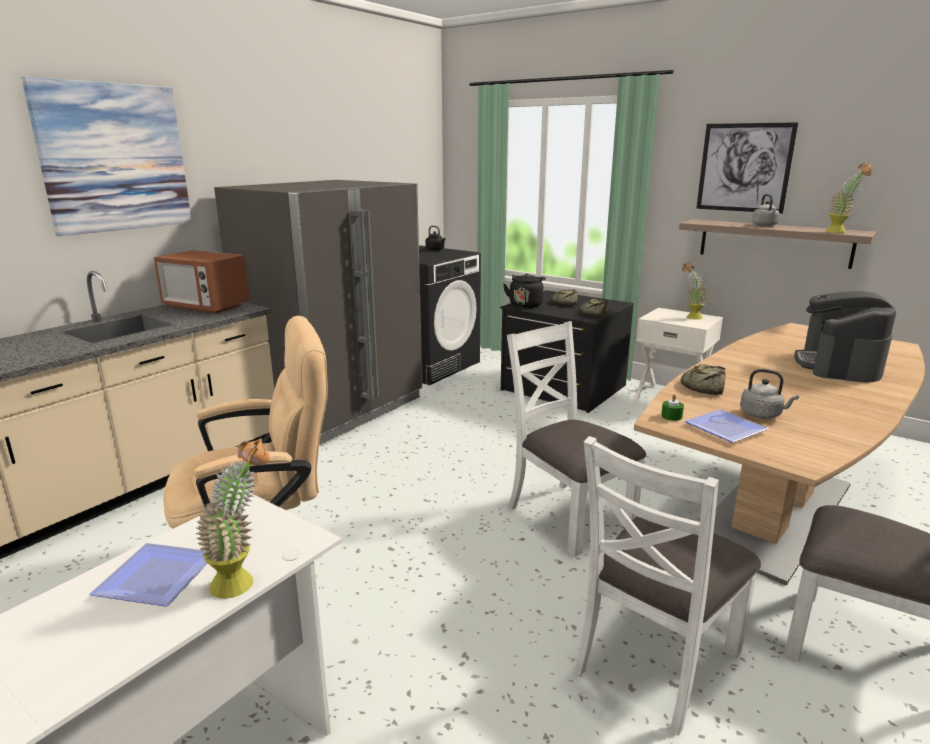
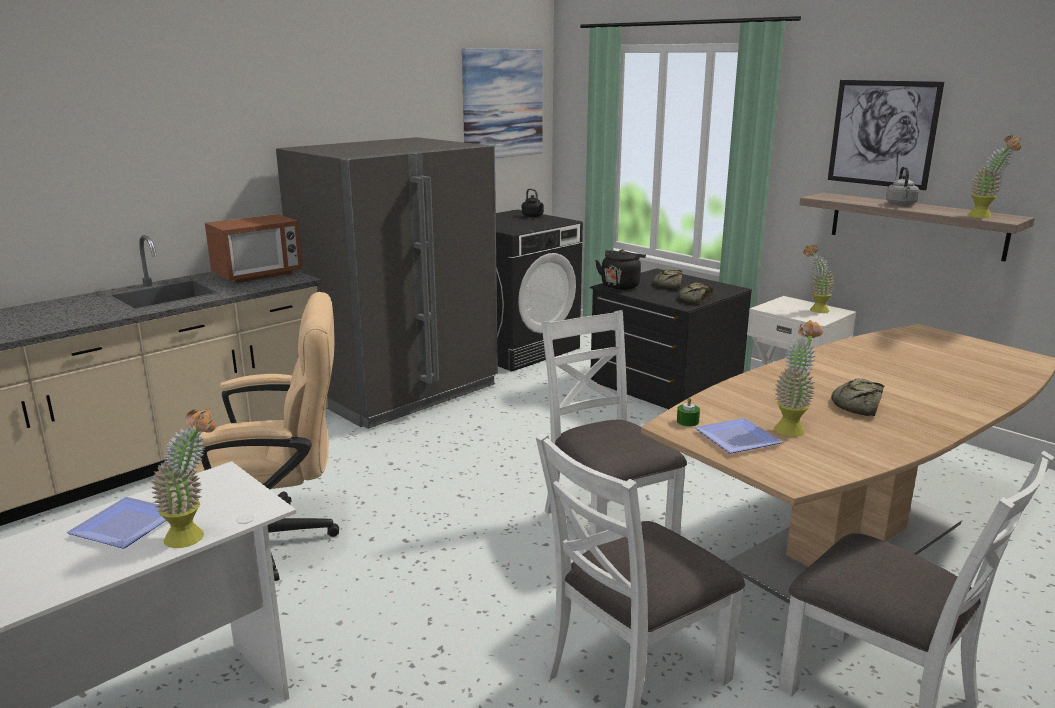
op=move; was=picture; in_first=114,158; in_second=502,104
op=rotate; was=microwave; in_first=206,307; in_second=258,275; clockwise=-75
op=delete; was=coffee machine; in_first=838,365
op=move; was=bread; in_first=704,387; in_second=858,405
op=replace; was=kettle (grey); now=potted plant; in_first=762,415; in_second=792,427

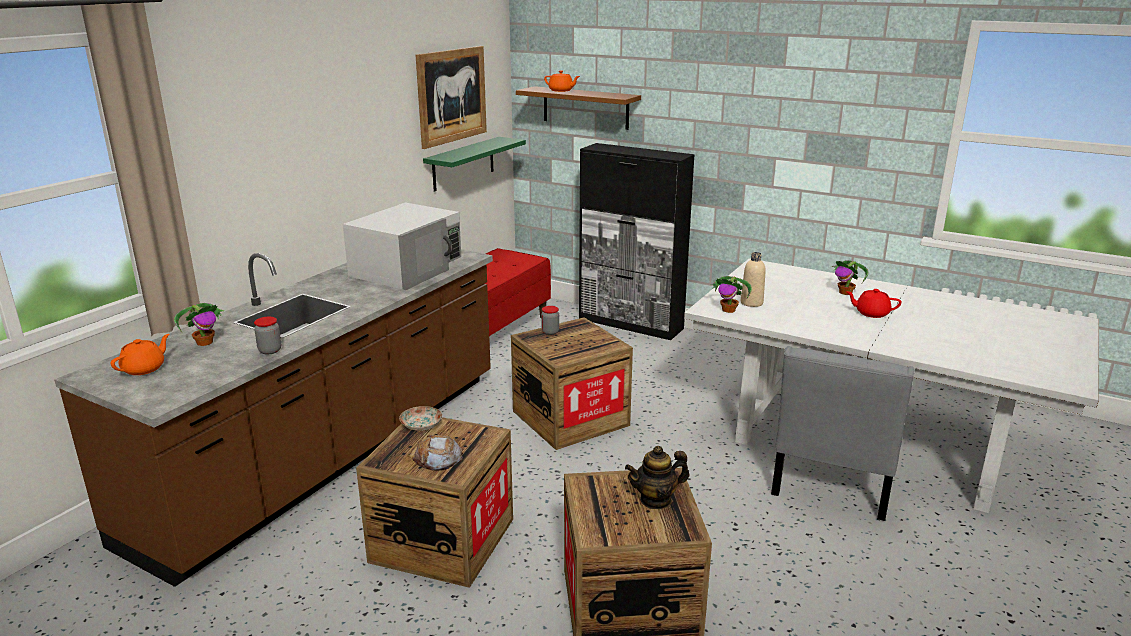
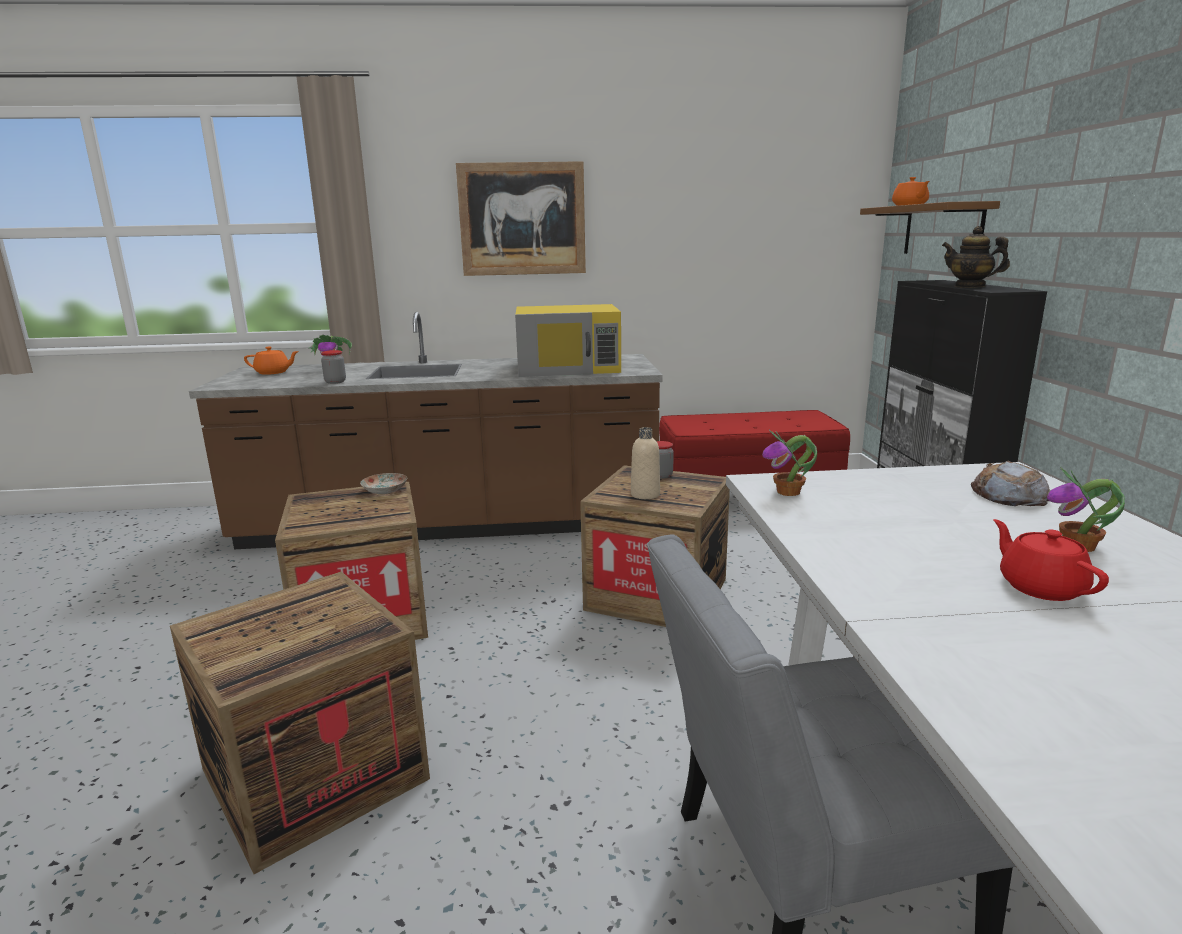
op=move; was=picture; in_first=452,95; in_second=522,219
op=delete; was=shelf (green); in_first=463,163
op=recolor; was=microwave (white); now=microwave (yellow); in_first=407,269; in_second=569,367
op=move; was=bottle (beige); in_first=751,303; in_second=645,494
op=move; was=bread; in_first=438,458; in_second=1008,495
op=move; was=teapot; in_first=656,500; in_second=970,286

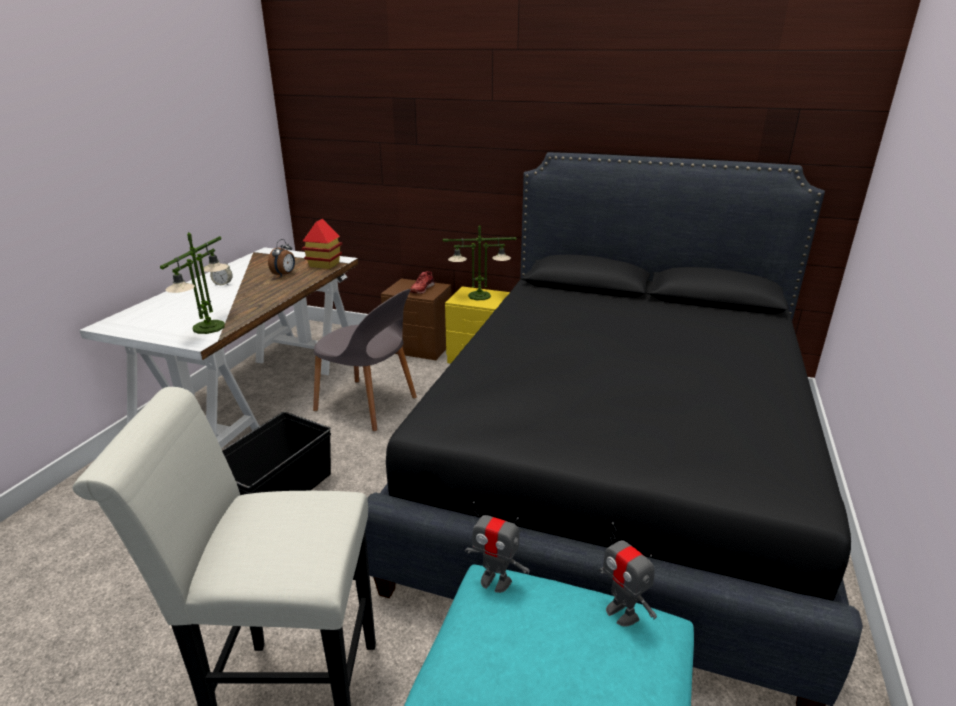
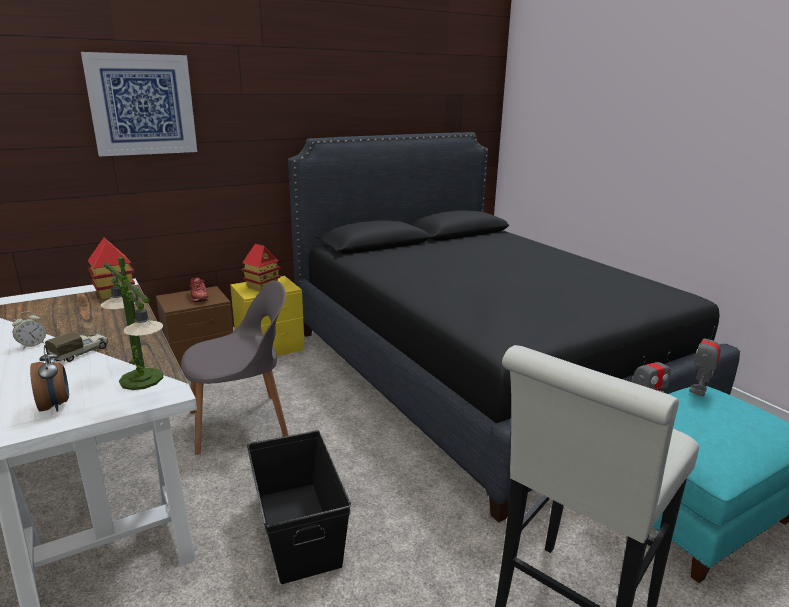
op=replace; was=table lamp; now=toy house; in_first=479,296; in_second=262,286
op=move; was=alarm clock; in_first=284,275; in_second=56,405
op=rotate; was=toy robot; in_first=622,613; in_second=699,390; clockwise=120
op=insert; now=picture; in_second=142,105
op=insert; now=toy truck; in_second=81,353

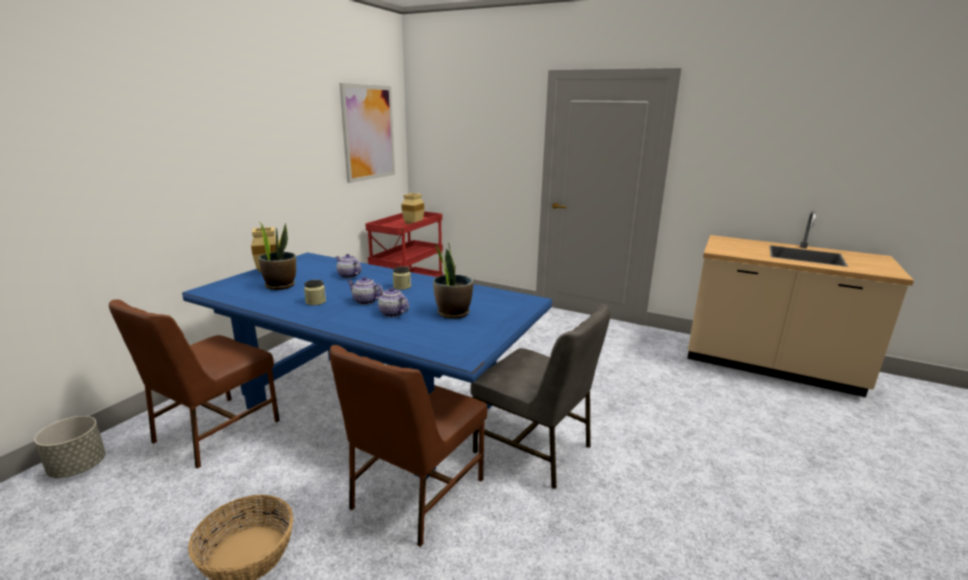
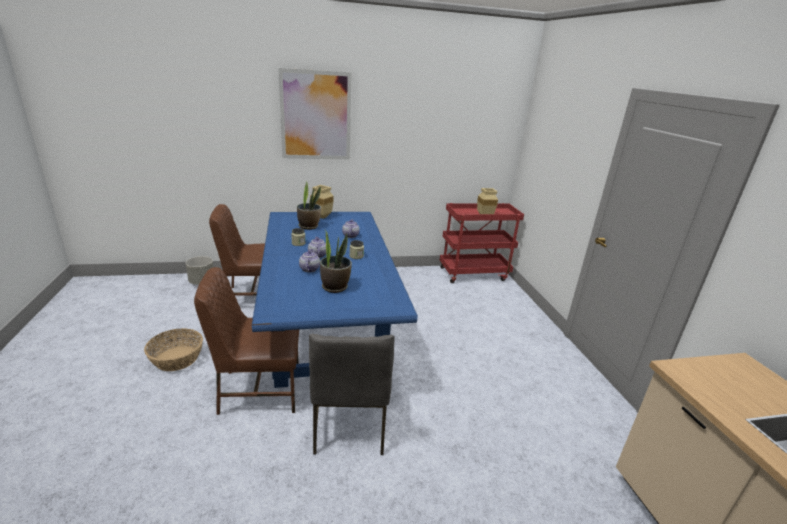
op=move; was=picture; in_first=368,133; in_second=316,116

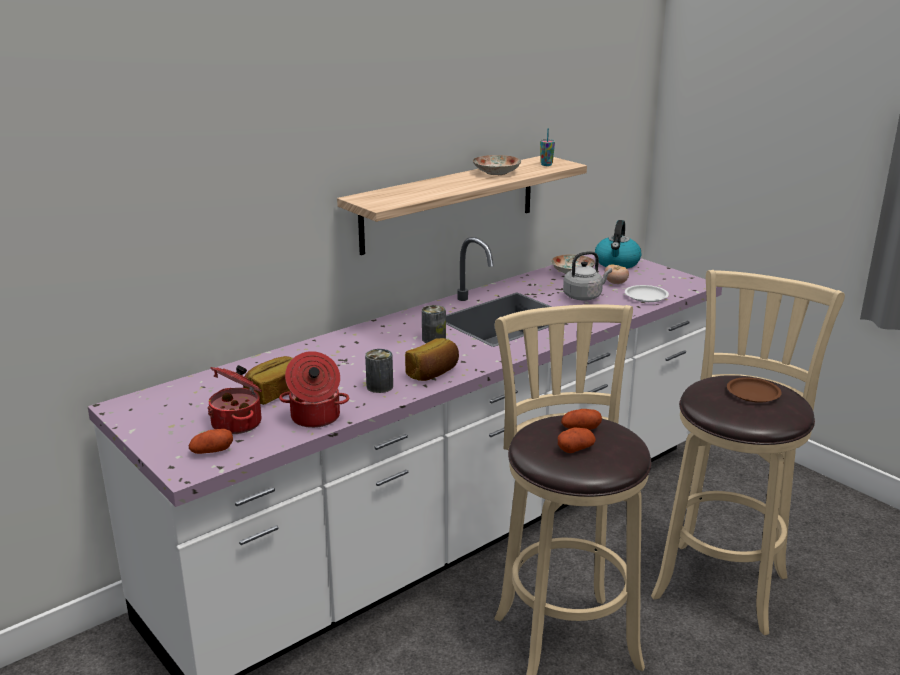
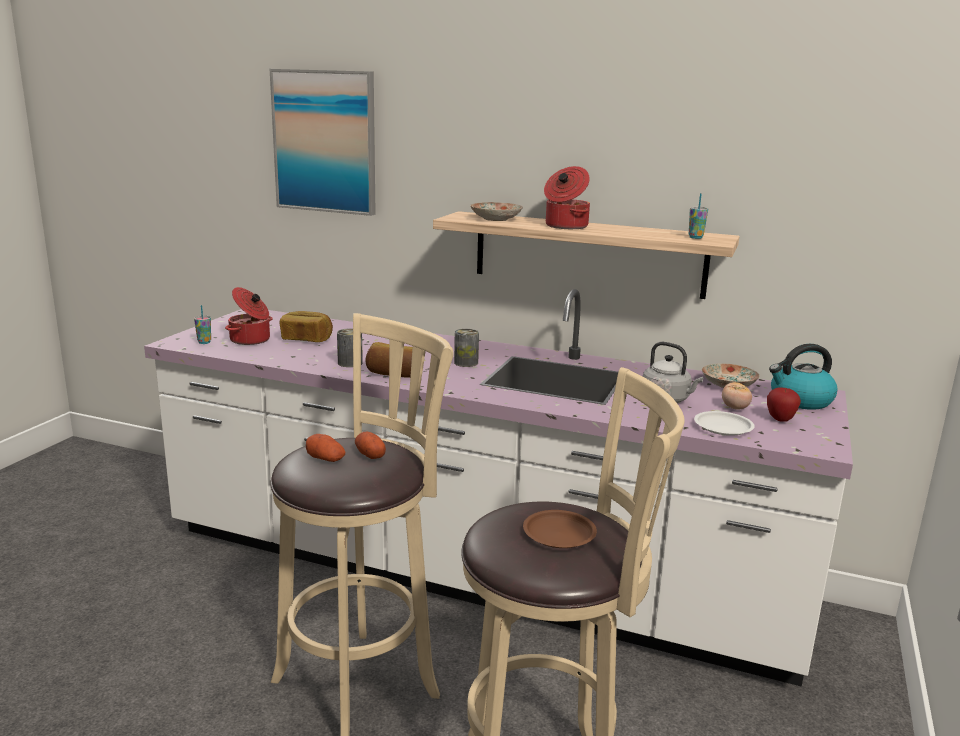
op=move; was=plate; in_first=496,172; in_second=496,219
op=move; was=cooking pot; in_first=315,418; in_second=565,226
op=replace; was=potato; now=cup; in_first=212,451; in_second=204,342
op=insert; now=picture; in_second=325,142
op=insert; now=apple; in_second=780,420

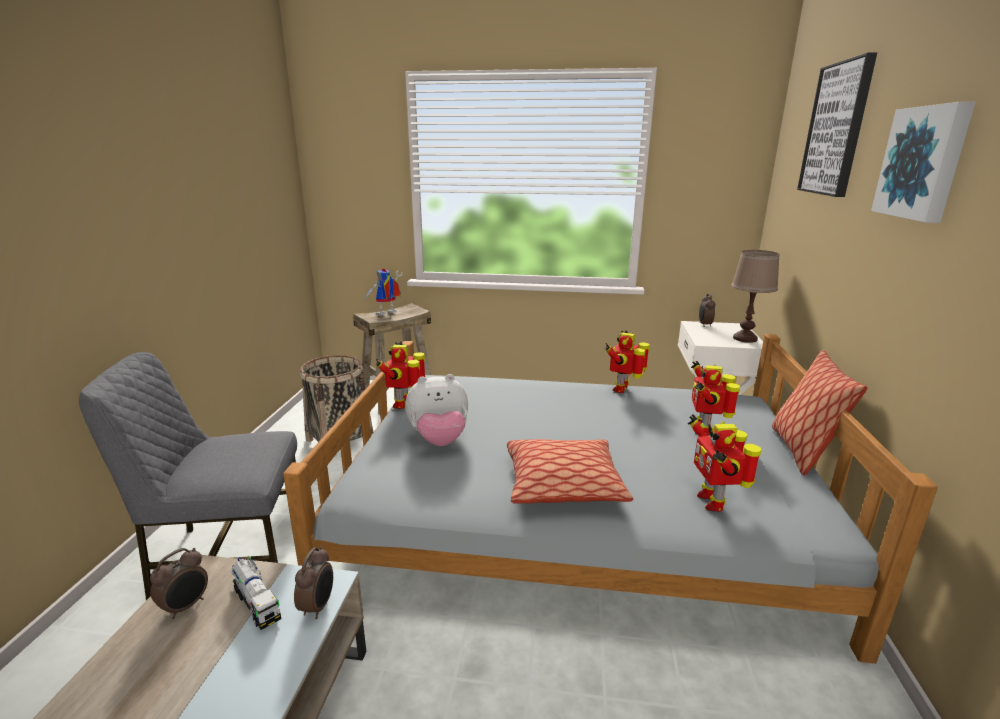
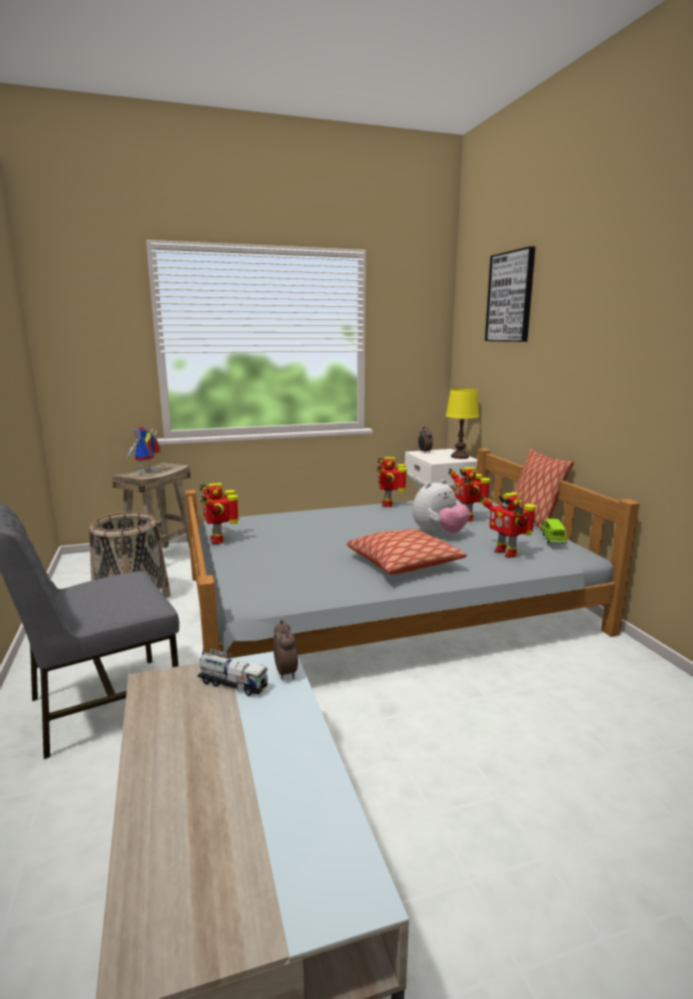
op=delete; was=picture; in_first=923,163
op=recolor; was=table lamp (brown); now=table lamp (yellow); in_first=745,339; in_second=460,457
op=move; was=plush toy; in_first=439,440; in_second=439,534
op=delete; was=alarm clock; in_first=186,606
op=insert; now=toy car (green); in_second=553,539

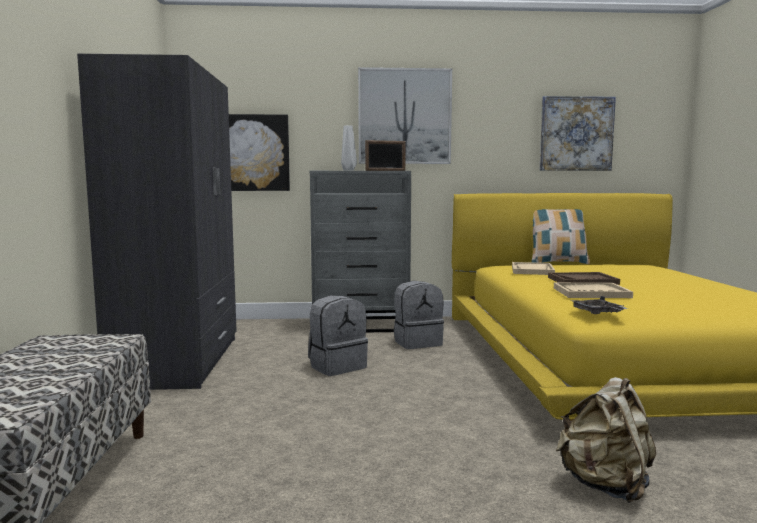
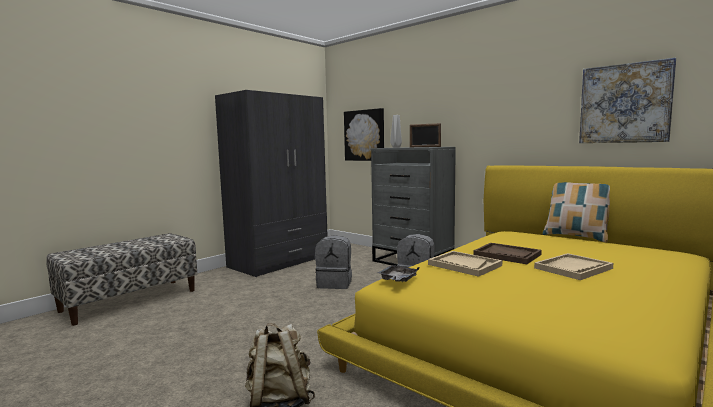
op=delete; was=picture; in_first=404,116
op=move; was=tray (beige); in_first=532,270; in_second=573,268

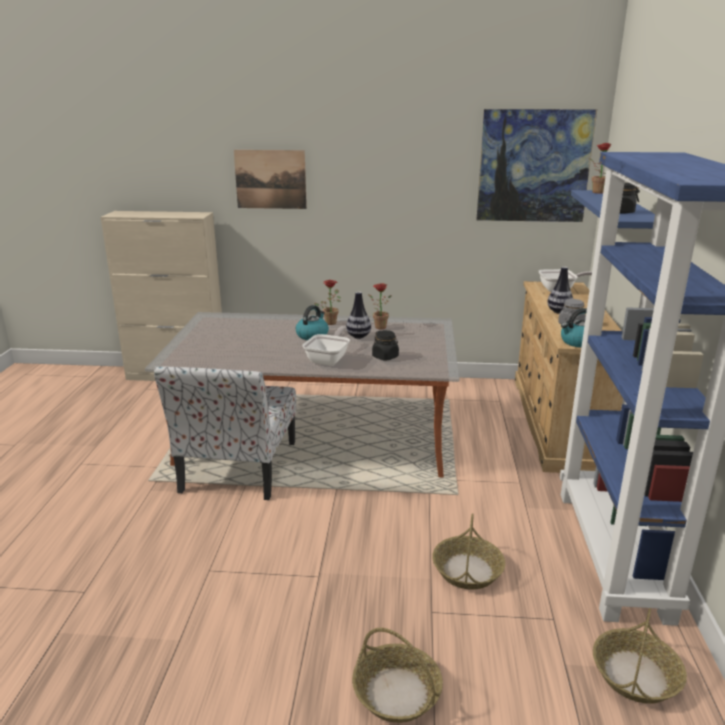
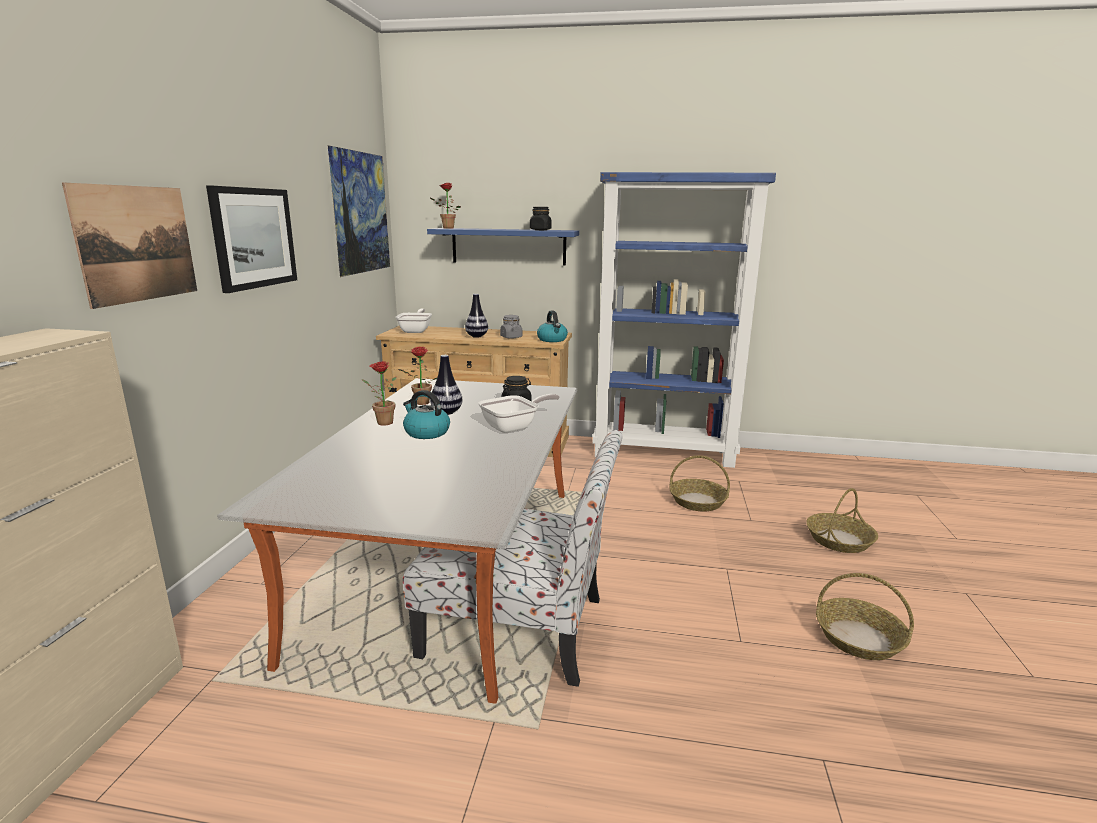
op=rotate; was=frying pan; in_first=329,359; in_second=514,427; clockwise=120
op=move; was=basket; in_first=635,675; in_second=859,638
op=insert; now=picture; in_second=254,238

